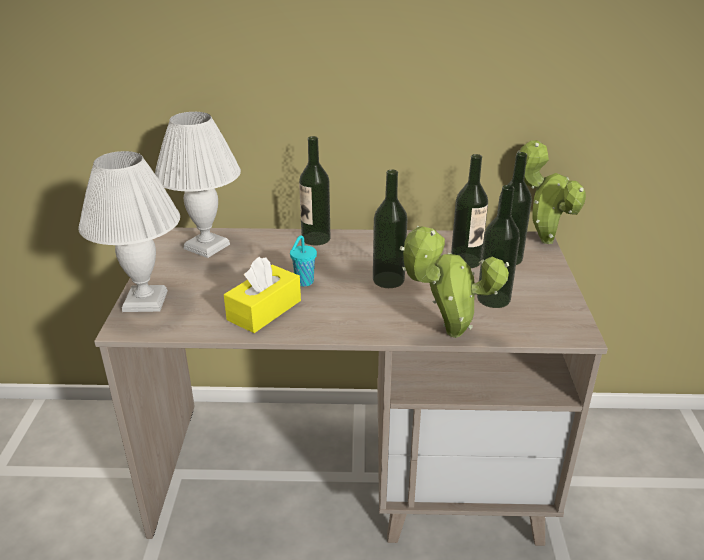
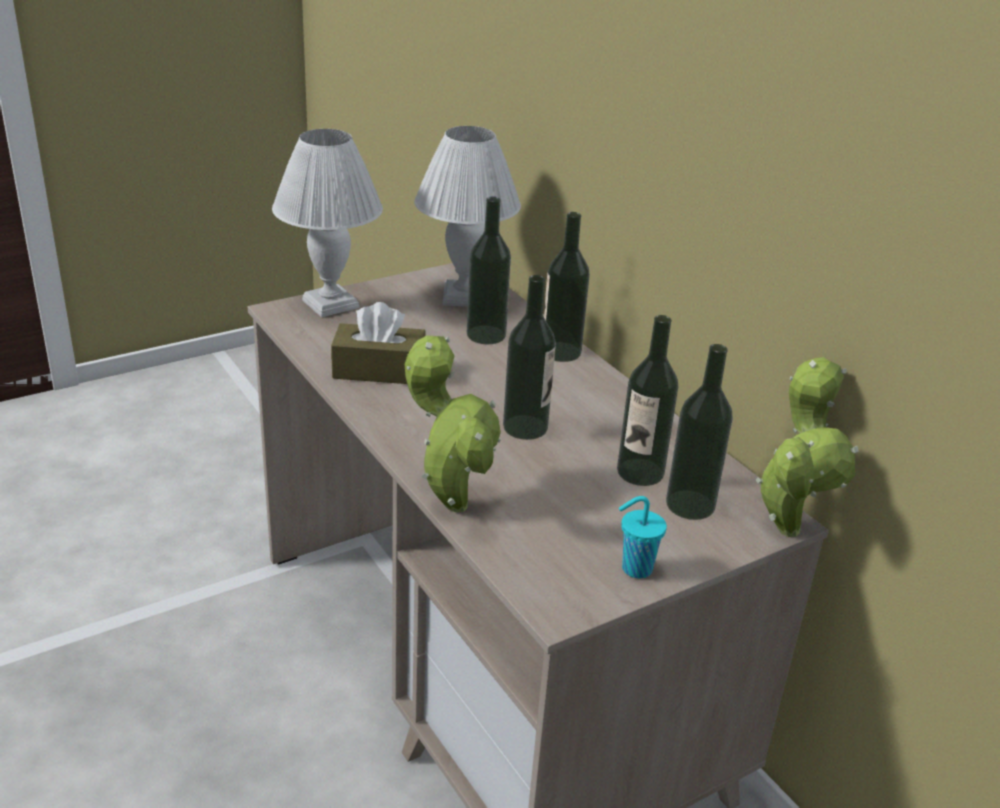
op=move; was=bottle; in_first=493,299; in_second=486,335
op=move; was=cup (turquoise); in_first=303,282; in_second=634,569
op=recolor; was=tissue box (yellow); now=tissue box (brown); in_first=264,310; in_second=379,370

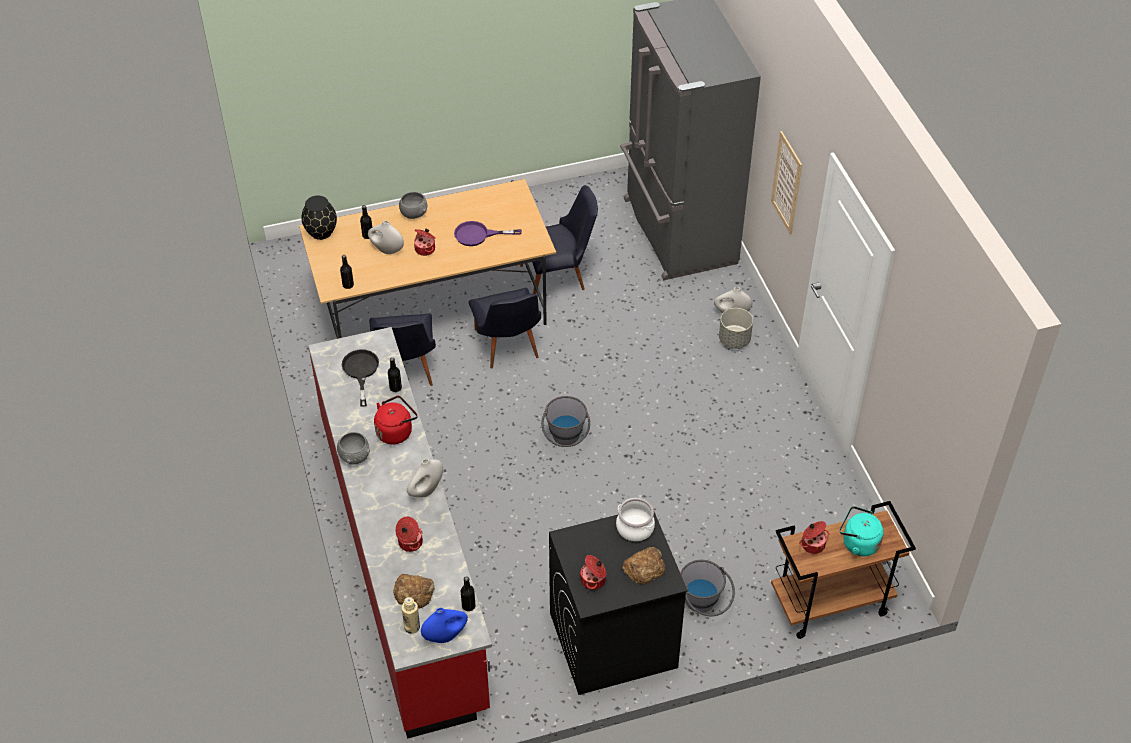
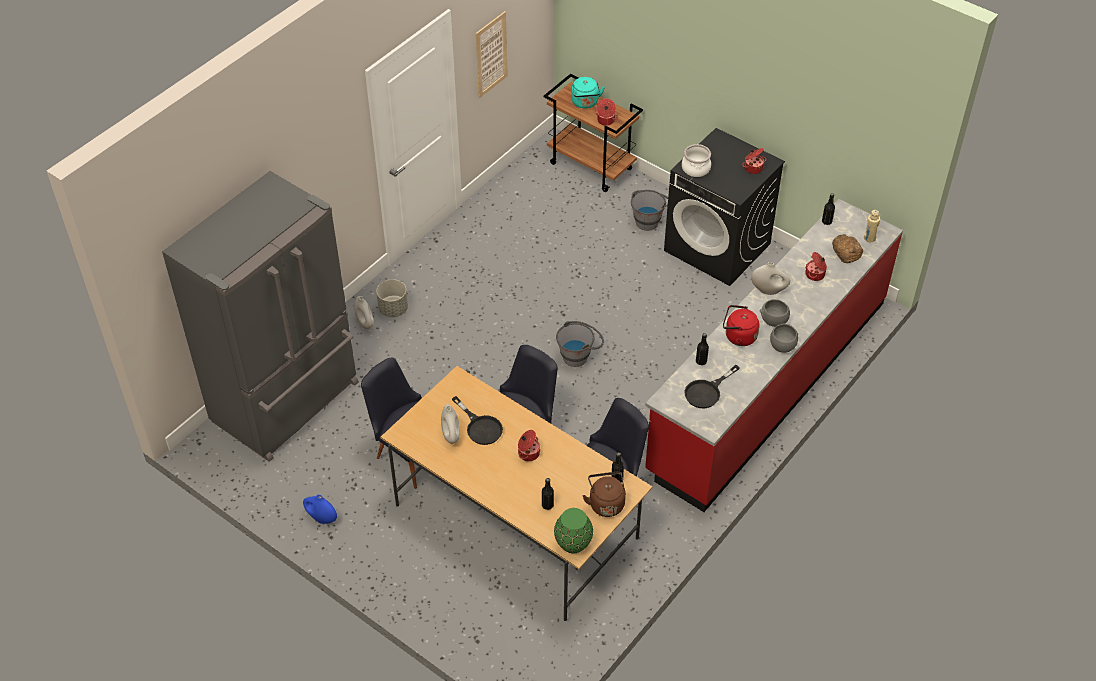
op=move; was=picture; in_first=786,183; in_second=491,55
op=move; was=bowl (grey); in_first=414,213; in_second=773,320
op=recolor; was=vase (black); now=vase (green); in_first=321,232; in_second=573,543
op=move; was=vase (white); in_first=387,250; in_second=451,435
op=recolor; was=frying pan (purple); now=frying pan (black); in_first=478,235; in_second=480,427
op=delete; was=bread; in_first=644,568
op=move; was=vase (blue); in_first=445,635; in_second=321,518
op=insert; now=kettle (brown); in_second=606,503

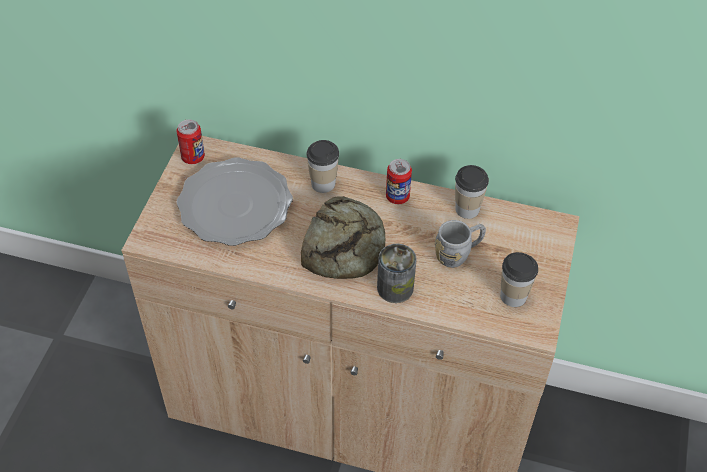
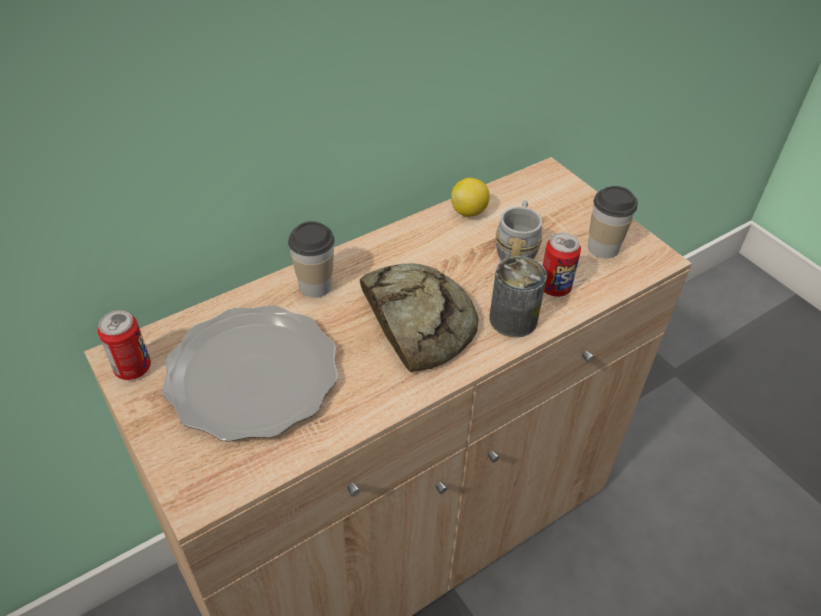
op=move; was=can; in_first=397,197; in_second=554,288
op=replace; was=cup; now=lemon; in_first=467,209; in_second=469,211

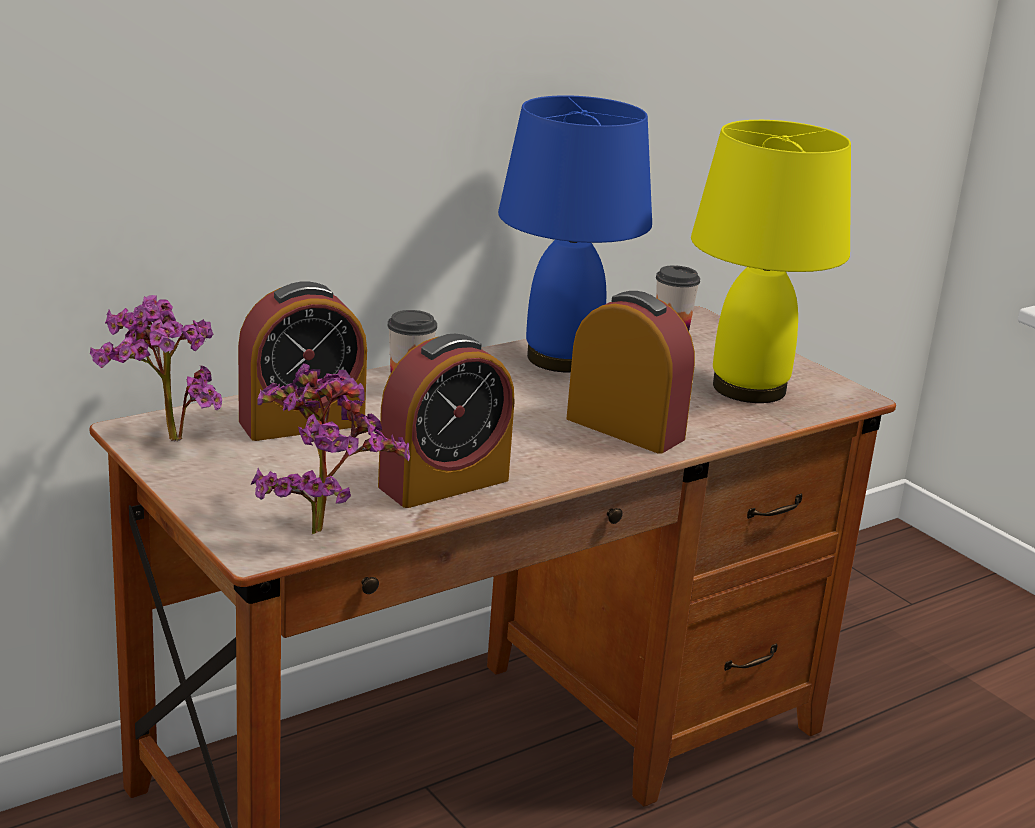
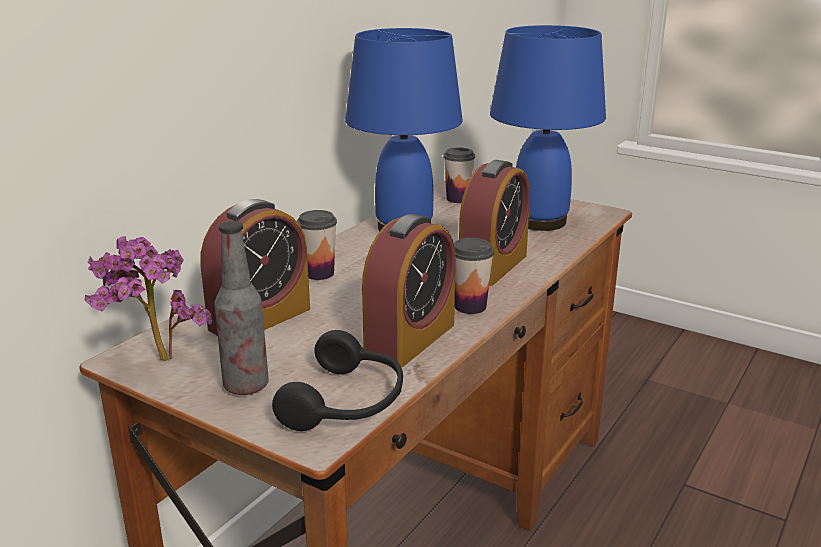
op=recolor; was=table lamp (yellow); now=table lamp (blue); in_first=750,389; in_second=541,221
op=rotate; was=alarm clock; in_first=625,428; in_second=493,266; clockwise=105
op=replace; was=potted plant; now=headphones (black); in_first=319,526; in_second=348,403
op=insert; now=bottle; in_second=246,386
op=insert; now=cup; in_second=470,306

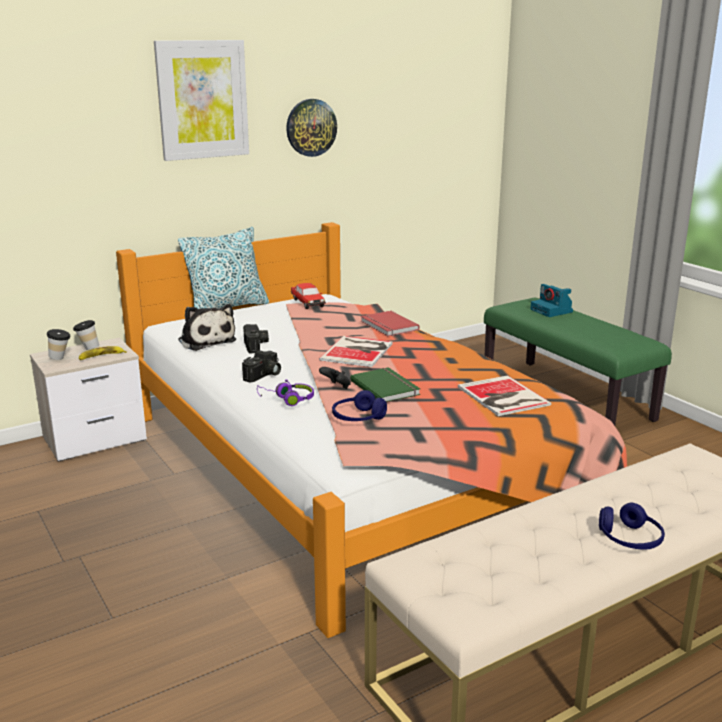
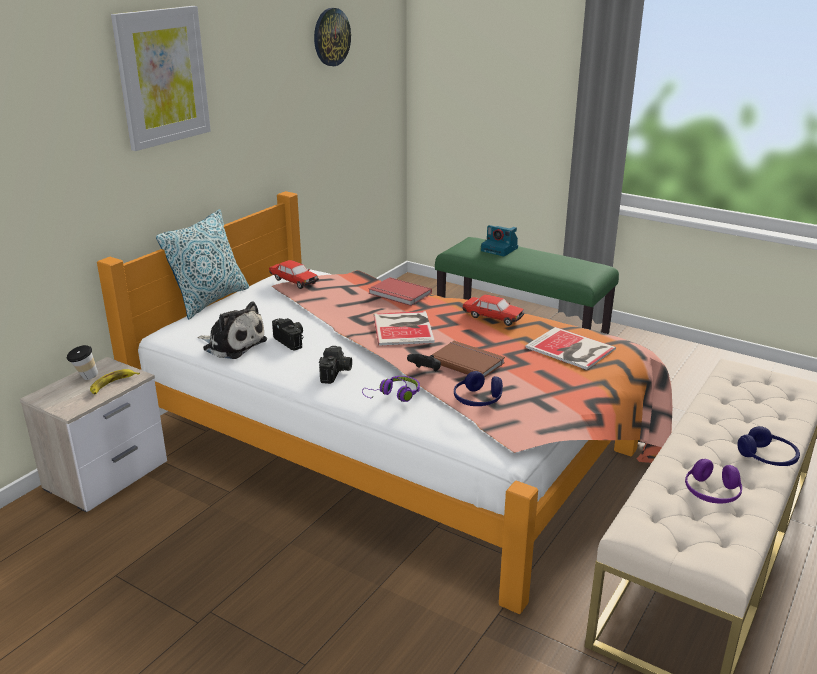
op=move; was=wall clock; in_first=311,127; in_second=331,37
op=delete; was=cup; in_first=61,358
op=recolor; was=book (green); now=book (brown); in_first=386,387; in_second=467,361
op=insert; now=toy car; in_second=492,317
op=insert; now=headphones (purple); in_second=711,493

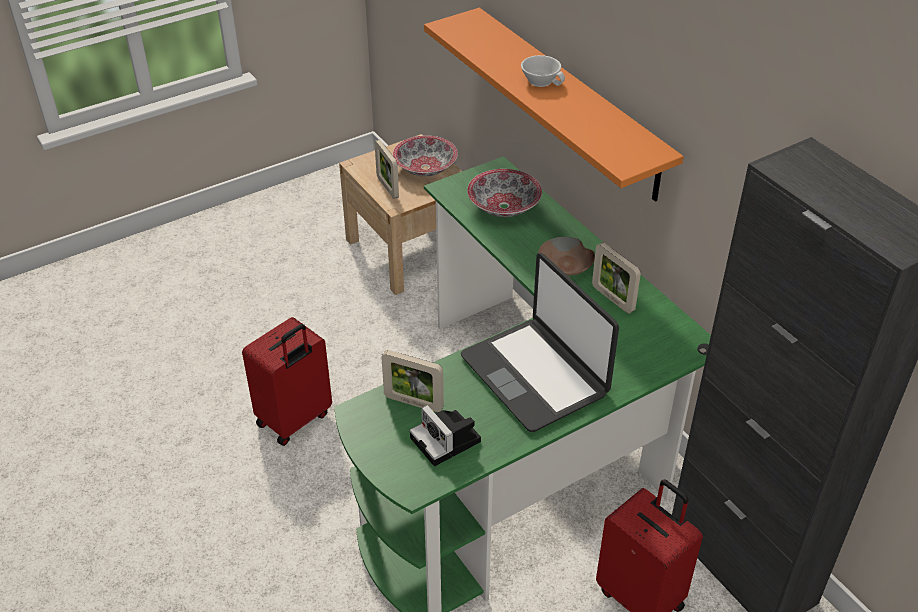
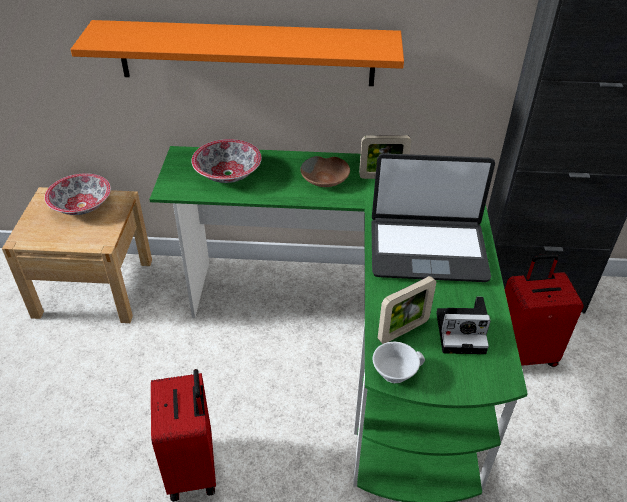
op=move; was=cup (white); in_first=542,80; in_second=395,370
op=delete; was=picture frame; in_first=387,187

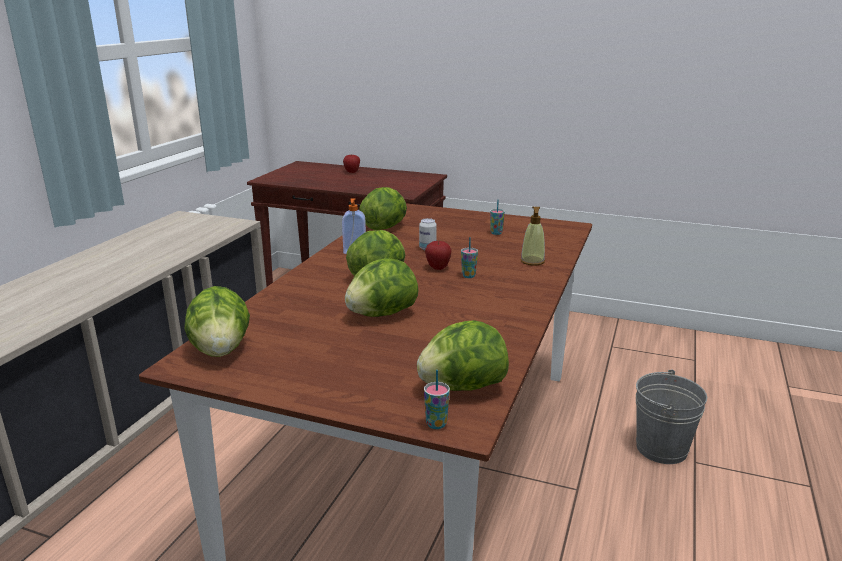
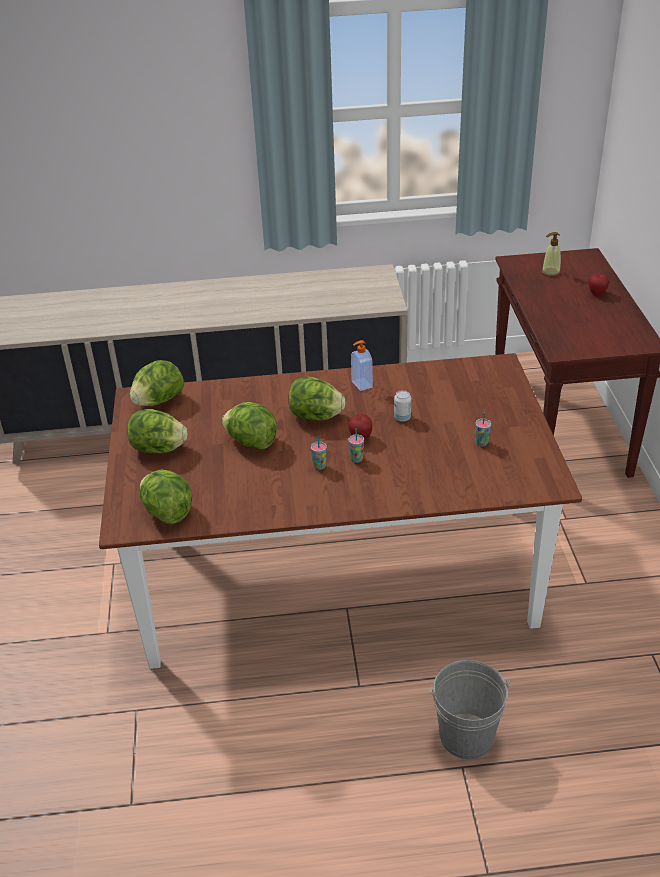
op=move; was=lettuce; in_first=385,227; in_second=158,449
op=move; was=soap dispenser; in_first=532,261; in_second=550,272
op=move; was=cup; in_first=436,424; in_second=319,466

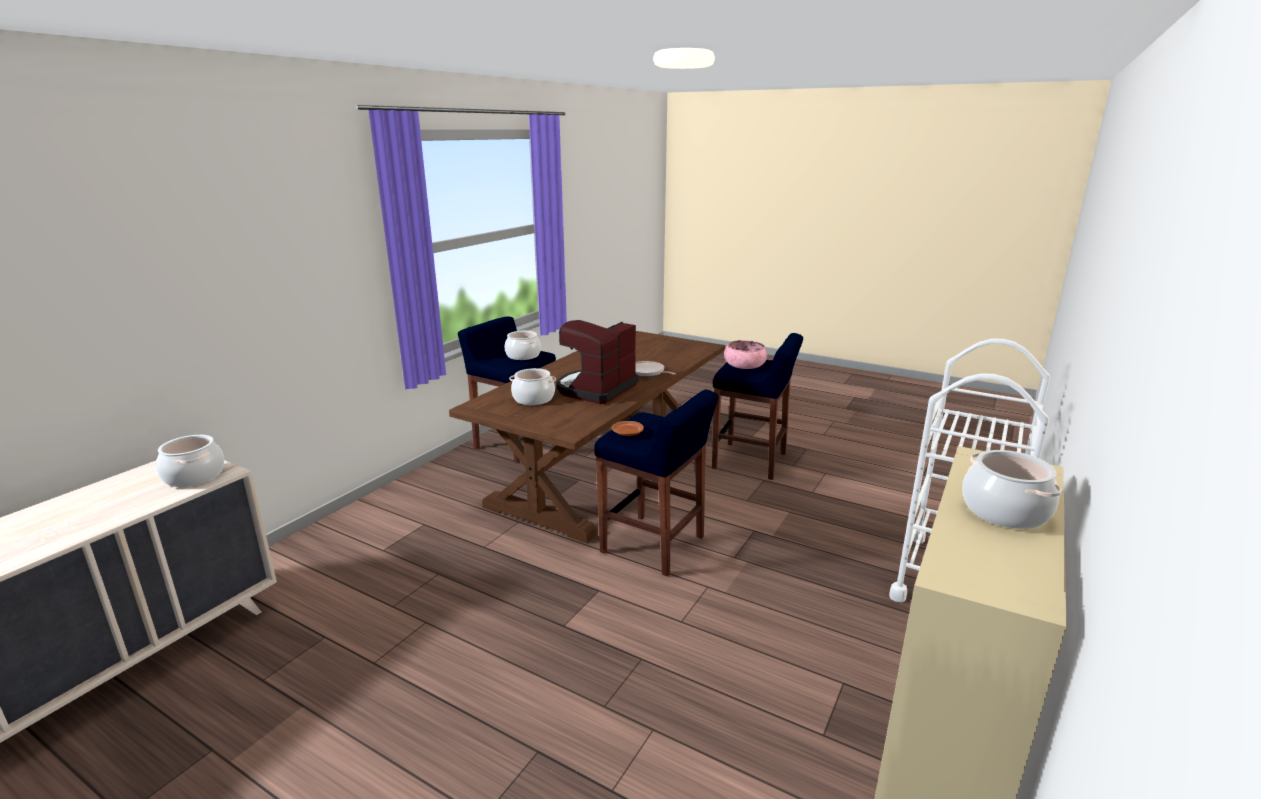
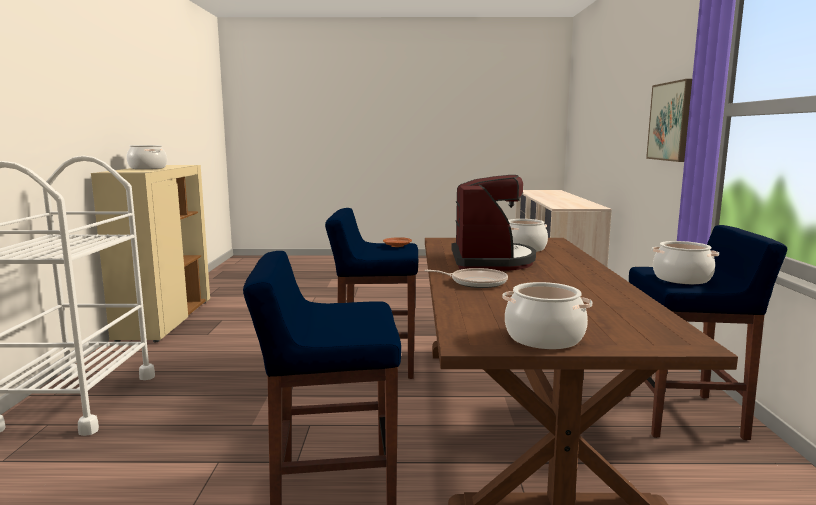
op=delete; was=bowl (pink); in_first=744,365
op=move; was=cooking pot; in_first=194,476; in_second=544,338
op=insert; now=picture; in_second=670,121

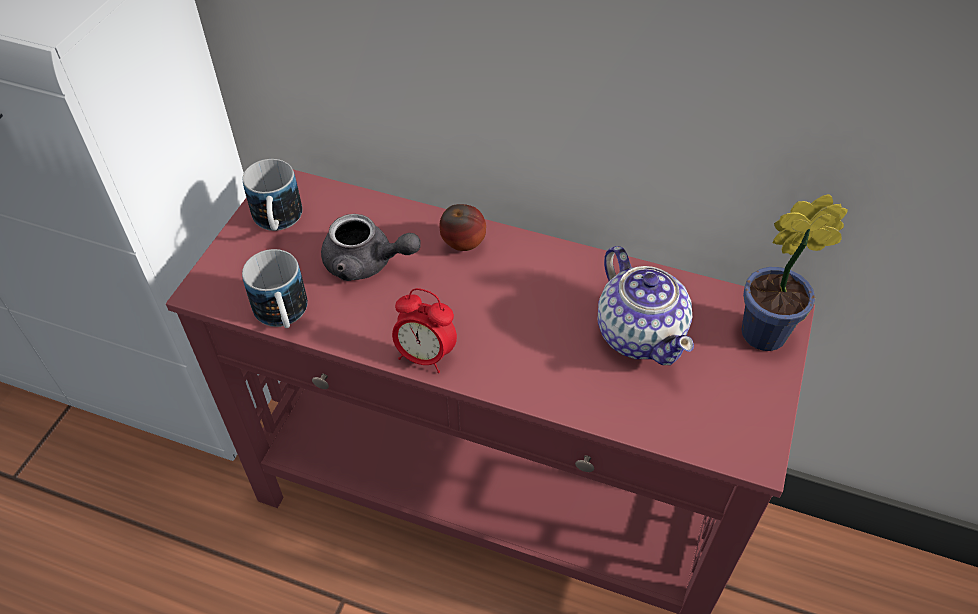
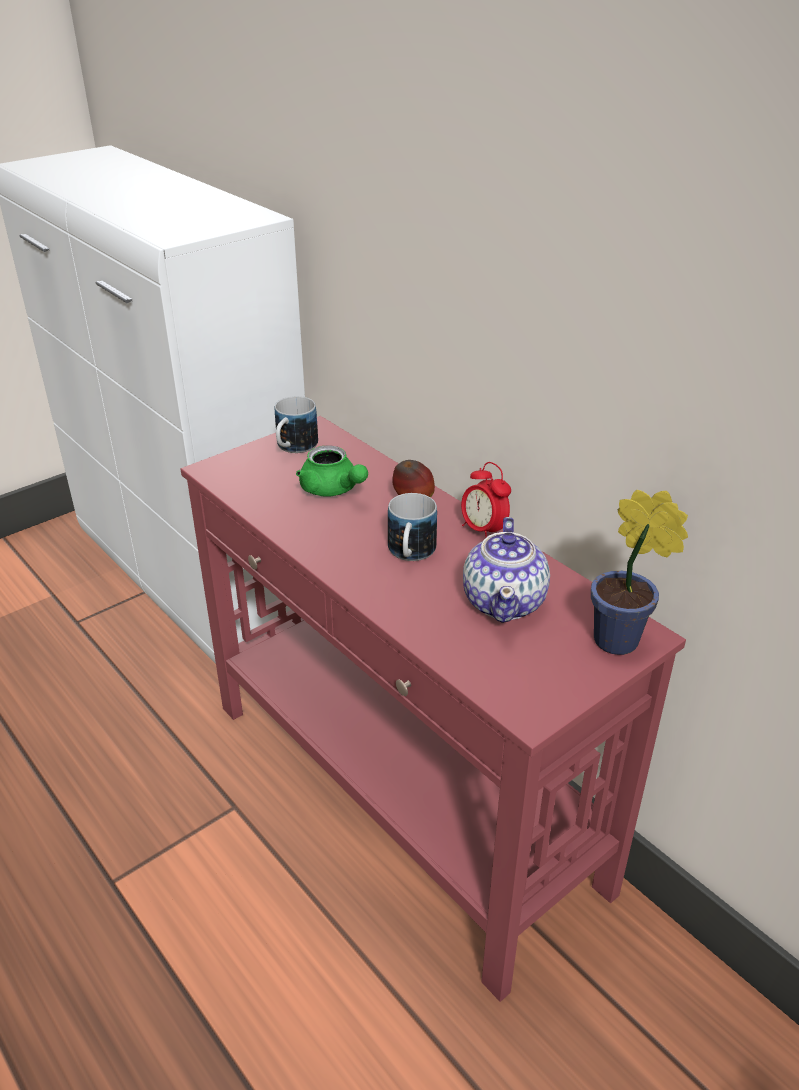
op=recolor; was=teapot (grey); now=teapot (green); in_first=367,263; in_second=333,490
op=move; was=mug; in_first=283,316; in_second=410,554
op=move; was=alarm clock; in_first=425,356; in_second=483,531

